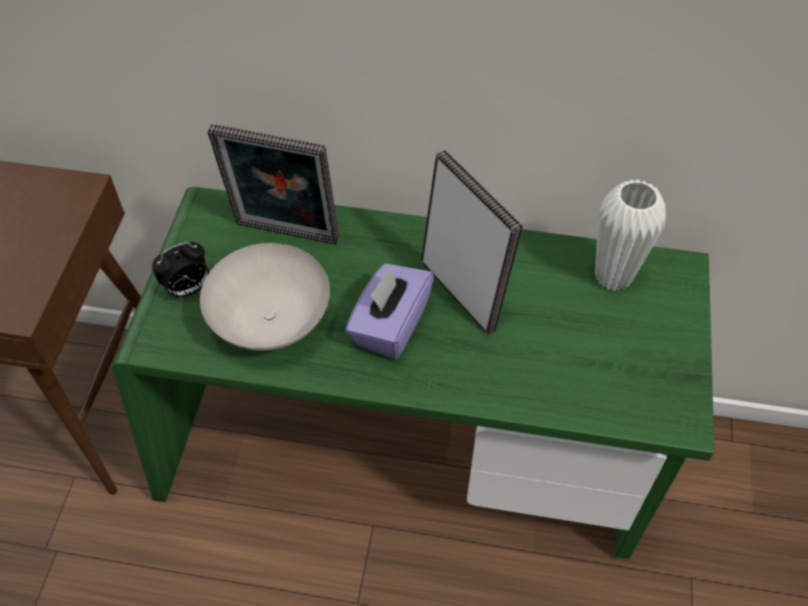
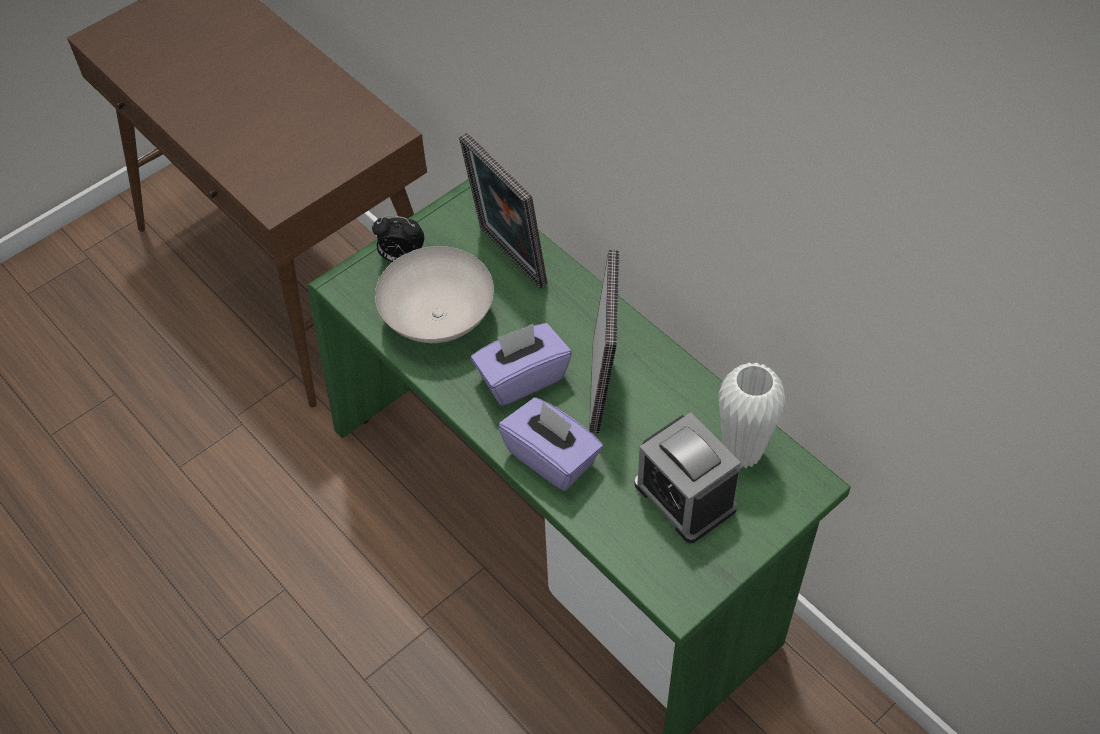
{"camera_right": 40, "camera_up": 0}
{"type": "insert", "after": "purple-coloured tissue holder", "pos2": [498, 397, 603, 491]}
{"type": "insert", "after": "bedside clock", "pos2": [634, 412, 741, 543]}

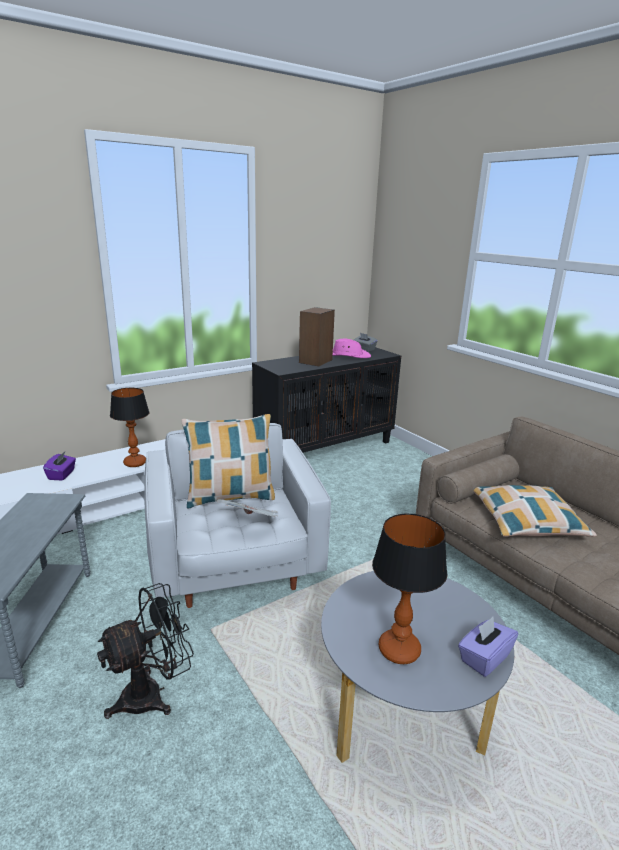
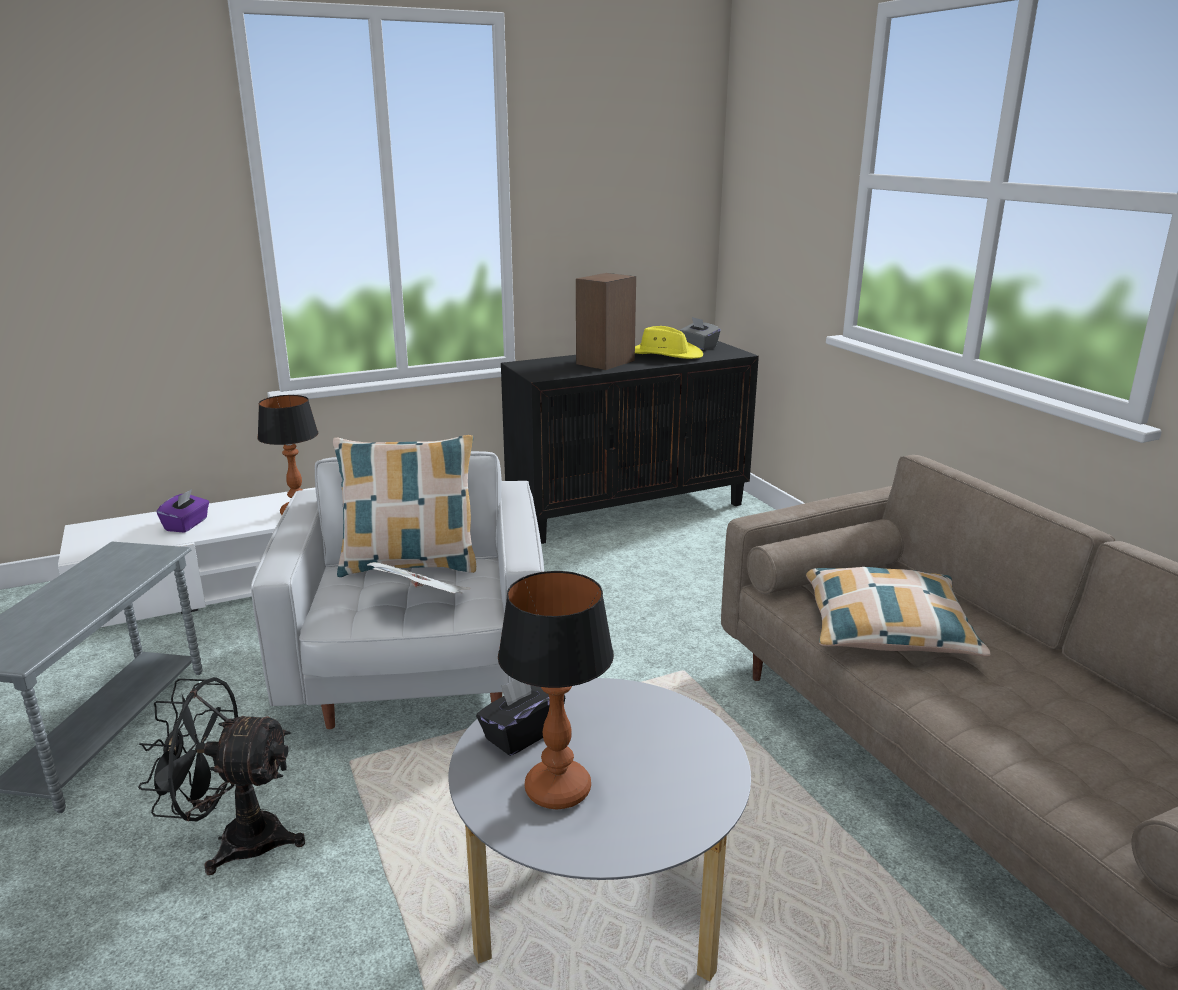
{"camera_right": 10, "camera_up": 0}
{"type": "recolor", "before": "pinkish wearable hat", "after": "yellow wearable hat", "pos1": [333, 339, 371, 358], "pos2": [635, 326, 703, 359]}
{"type": "rotate", "before": "black-coloured electric fan", "pos1": [97, 583, 194, 719], "pos2": [138, 677, 305, 875], "turn": -150}
{"type": "delete", "before": "purple-coloured tissue holder", "pos1": [458, 617, 518, 677]}
{"type": "insert", "after": "black-coloured tissue holder", "pos2": [476, 680, 565, 756]}

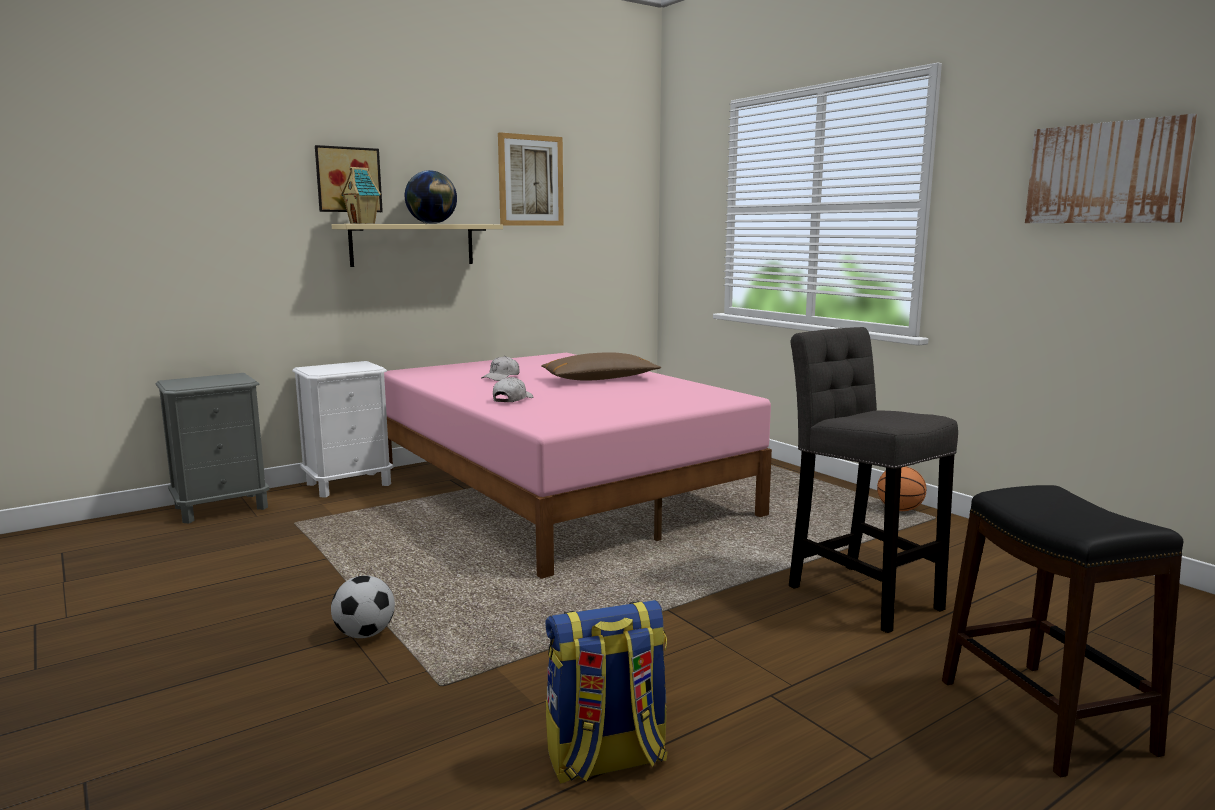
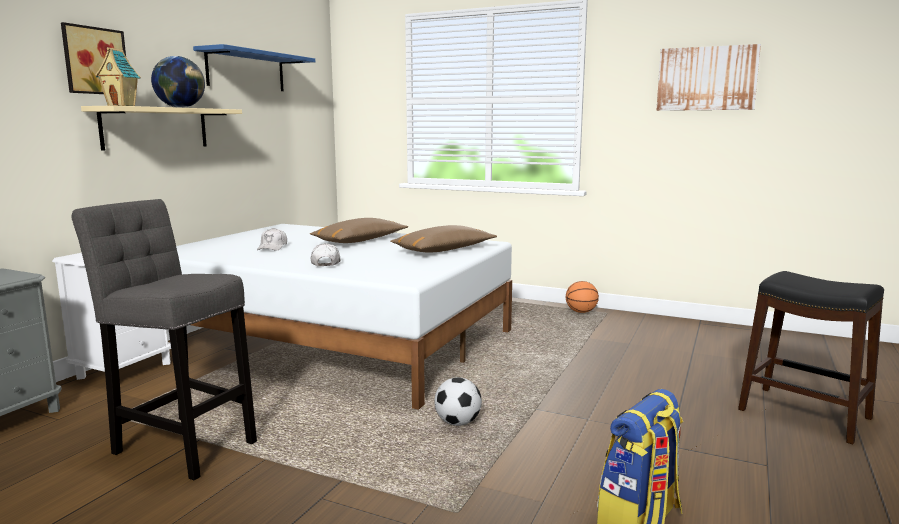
{"camera_right": -30, "camera_up": 0}
{"type": "replace", "before": "wall picture", "after": "blue shelf", "pos1": [498, 132, 564, 226], "pos2": [193, 44, 315, 91]}
{"type": "move", "before": "gray stool", "pos1": [789, 327, 958, 633], "pos2": [71, 199, 257, 480]}
{"type": "recolor", "before": "pinkish sleeping bed", "after": "white sleeping bed", "pos1": [384, 353, 772, 579], "pos2": [176, 224, 512, 410]}
{"type": "move", "before": "ball for football", "pos1": [331, 575, 395, 638], "pos2": [434, 377, 482, 426]}
{"type": "insert", "after": "brown pillow", "pos2": [390, 225, 497, 253]}

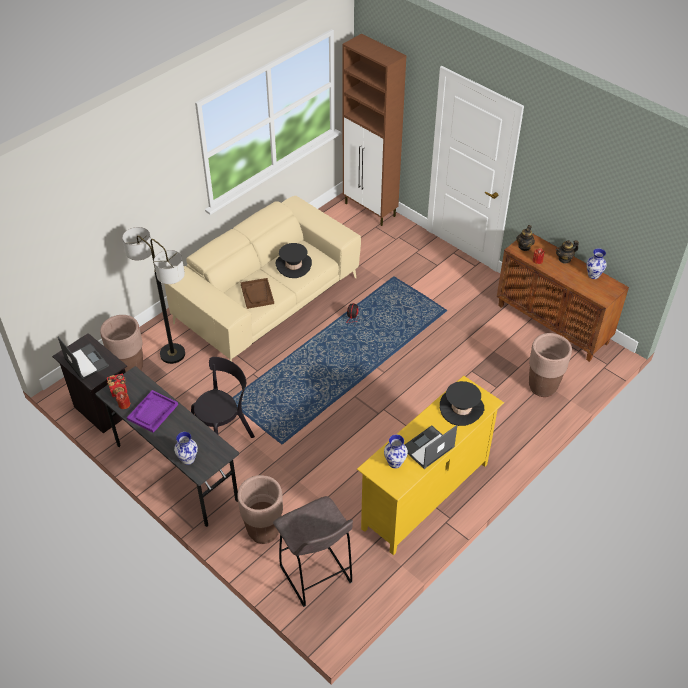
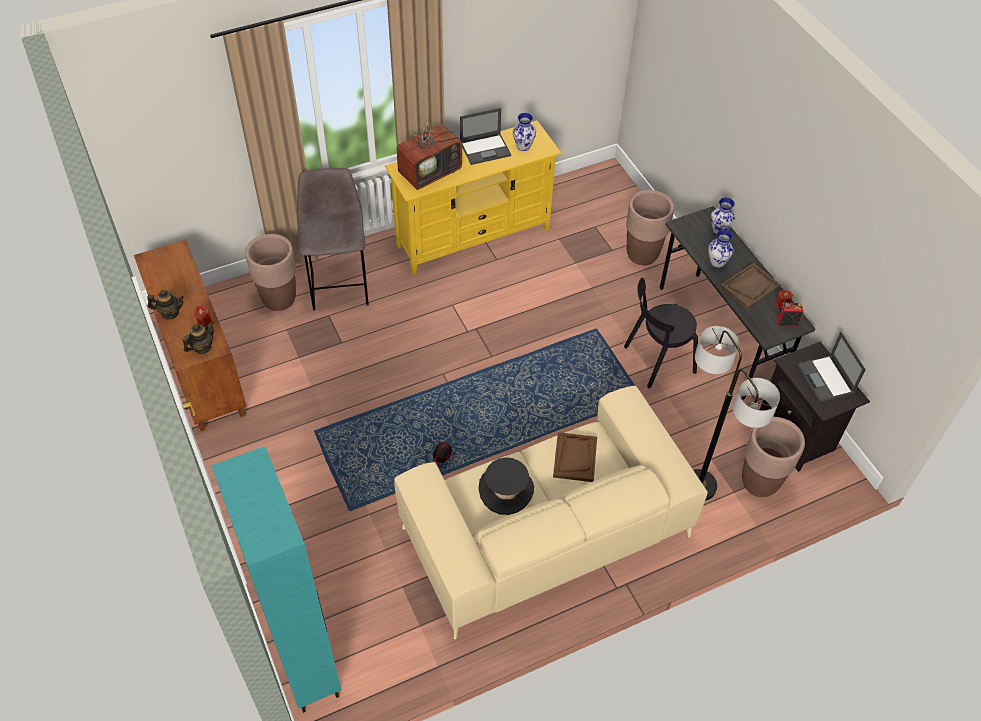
{"camera_right": -160, "camera_up": 5}
{"type": "recolor", "before": "brown cupboard", "after": "turquoise-coloured cupboard", "pos1": [342, 33, 406, 226], "pos2": [211, 446, 342, 713]}
{"type": "move", "before": "vase", "pos1": [587, 248, 607, 279], "pos2": [708, 230, 734, 268]}
{"type": "replace", "before": "black-coloured wearable hat", "after": "television", "pos1": [440, 381, 484, 426], "pos2": [396, 105, 462, 190]}
{"type": "recolor", "before": "purple-coloured serving tray", "after": "brown serving tray", "pos1": [127, 390, 178, 433], "pos2": [721, 263, 781, 310]}
{"type": "move", "before": "gray stool", "pos1": [273, 496, 353, 607], "pos2": [297, 168, 369, 311]}

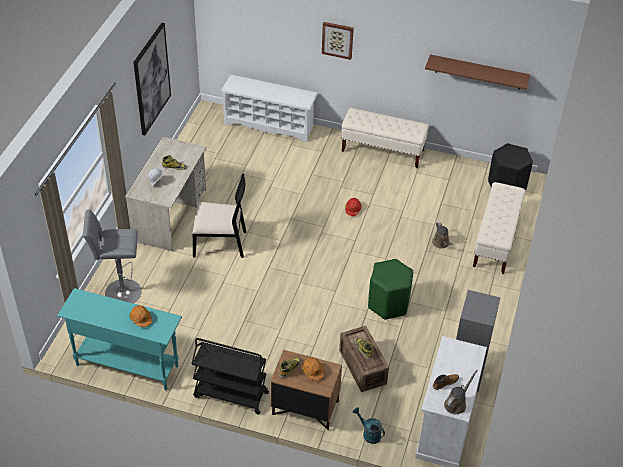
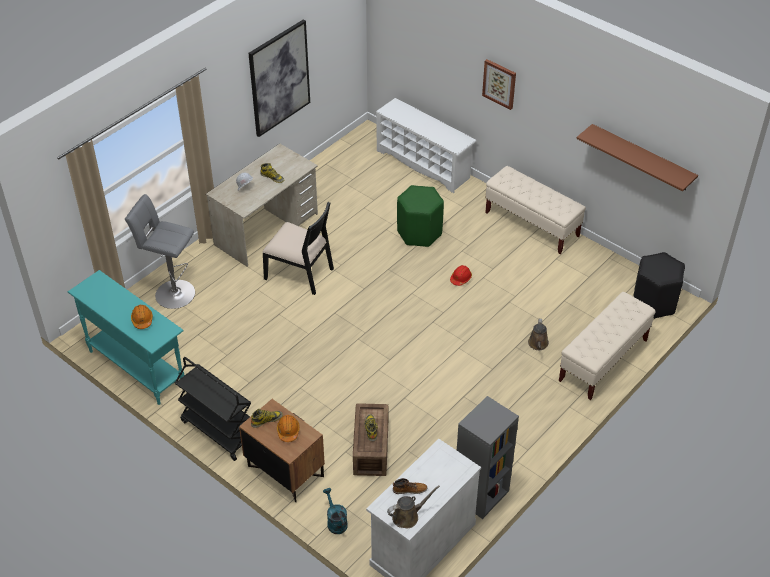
{"camera_right": 25, "camera_up": 0}
{"type": "move", "before": "green stool", "pos1": [368, 259, 413, 320], "pos2": [397, 185, 444, 247]}

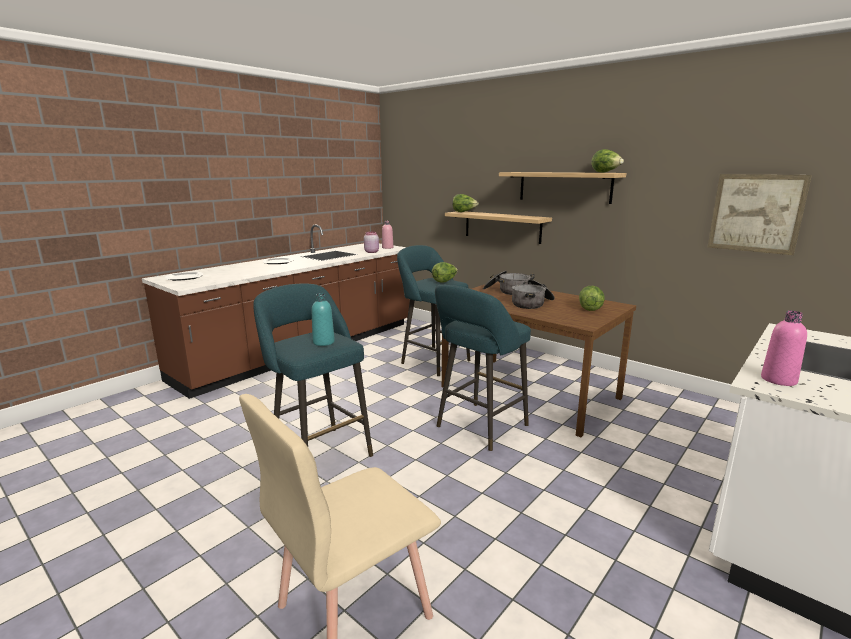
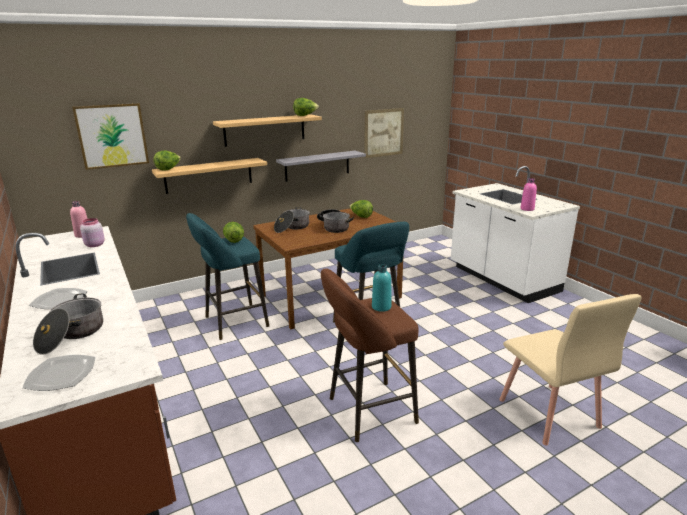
{"camera_right": -70, "camera_up": 5}
{"type": "recolor", "before": "turquoise-coloured stool", "after": "brown stool", "pos1": [253, 284, 373, 457], "pos2": [321, 268, 419, 442]}
{"type": "insert", "after": "wall picture", "pos2": [72, 103, 149, 170]}
{"type": "insert", "after": "gray shelf", "pos2": [276, 151, 366, 182]}
{"type": "insert", "after": "cooking pot", "pos2": [33, 293, 103, 355]}

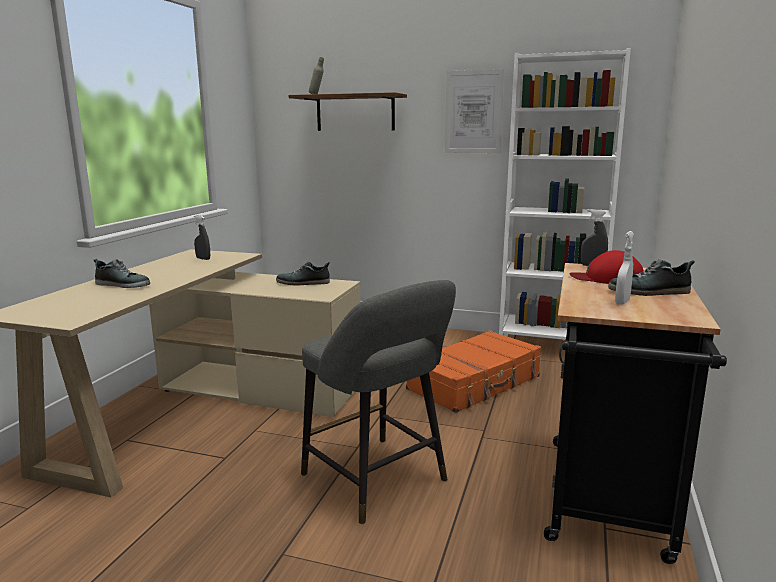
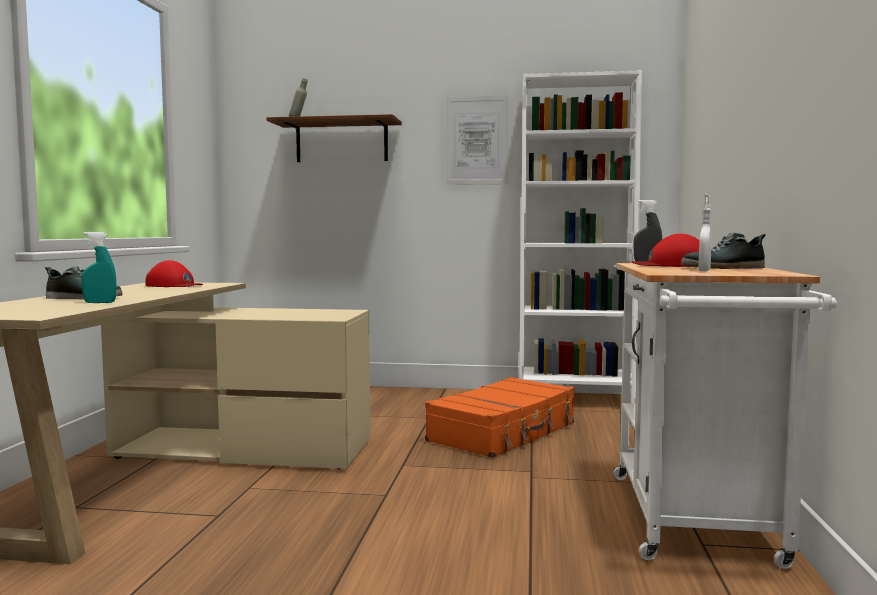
{"camera_right": -10, "camera_up": -10}
{"type": "replace", "before": "gray spray bottle", "after": "reddish peaked cap", "pos1": [194, 215, 210, 260], "pos2": [146, 260, 203, 287]}
{"type": "delete", "before": "shoe", "pos1": [276, 261, 330, 286]}
{"type": "recolor", "before": "black-coloured cart", "after": "white cart", "pos1": [544, 263, 727, 564], "pos2": [614, 263, 837, 569]}
{"type": "delete", "before": "gray stool", "pos1": [301, 280, 456, 524]}
{"type": "insert", "after": "turquoise-coloured spray bottle", "pos2": [81, 232, 116, 303]}

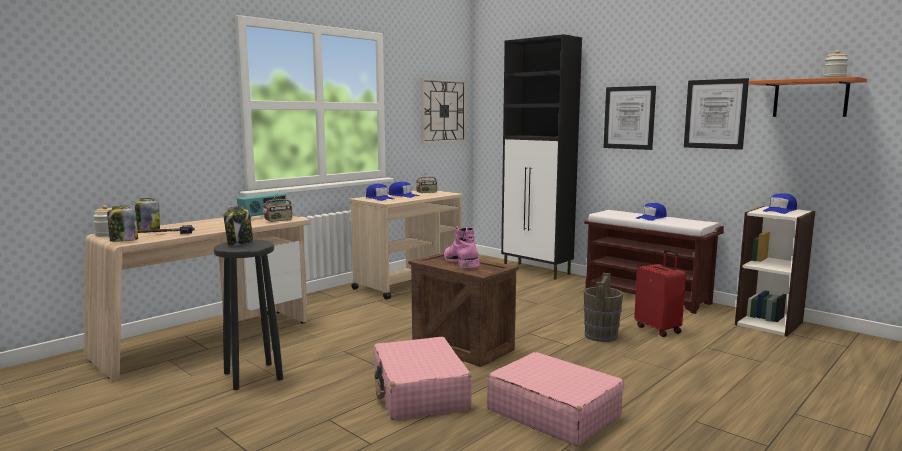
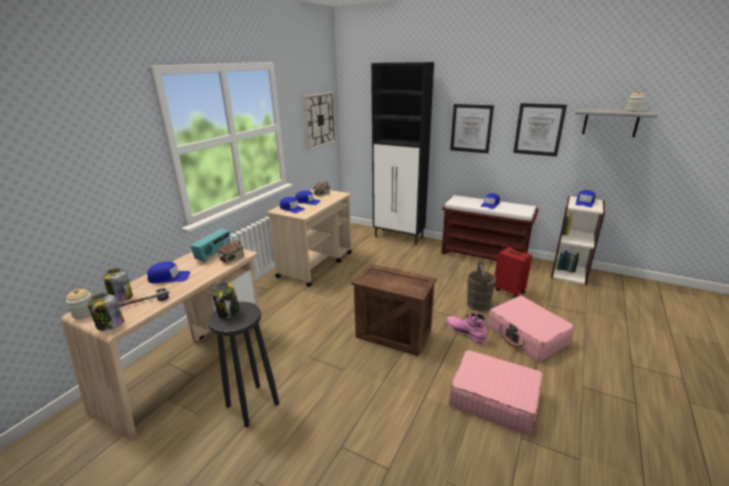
{"camera_right": -15, "camera_up": 15}
{"type": "recolor", "before": "orange shelf", "after": "gray shelf", "pos1": [749, 77, 867, 117], "pos2": [575, 108, 657, 137]}
{"type": "move", "before": "pinkish tall boot", "pos1": [444, 226, 480, 268], "pos2": [446, 313, 487, 344]}
{"type": "move", "before": "pinkish piece of luggage", "pos1": [374, 337, 472, 420], "pos2": [488, 296, 575, 362]}
{"type": "insert", "after": "blue peaked cap", "pos2": [147, 261, 190, 283]}

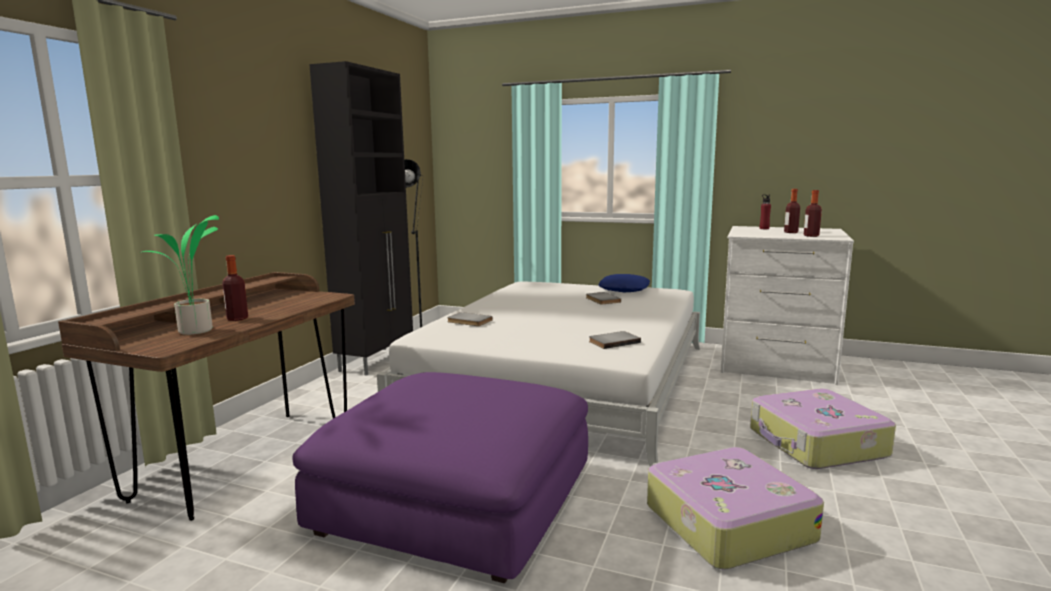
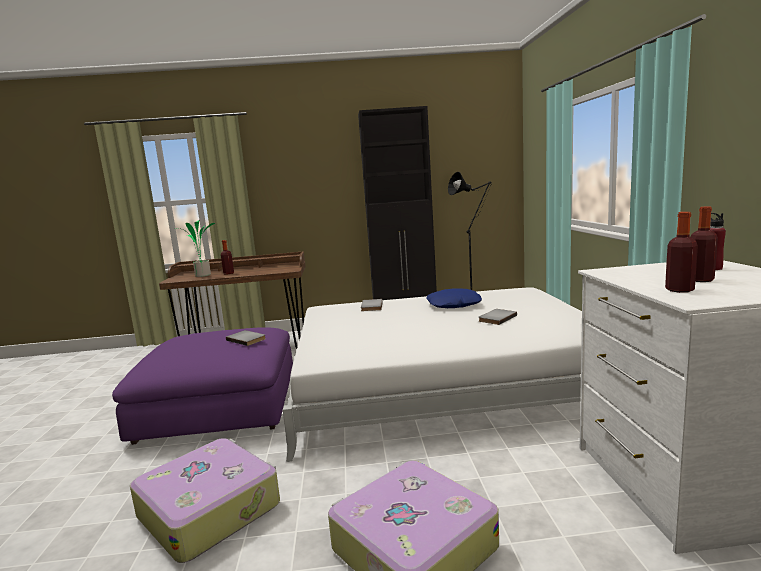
{"camera_right": 65, "camera_up": 0}
{"type": "move", "before": "blue pillow", "pos1": [598, 274, 650, 292], "pos2": [426, 288, 482, 308]}
{"type": "move", "before": "gray bound book", "pos1": [589, 331, 641, 349], "pos2": [226, 330, 266, 346]}

